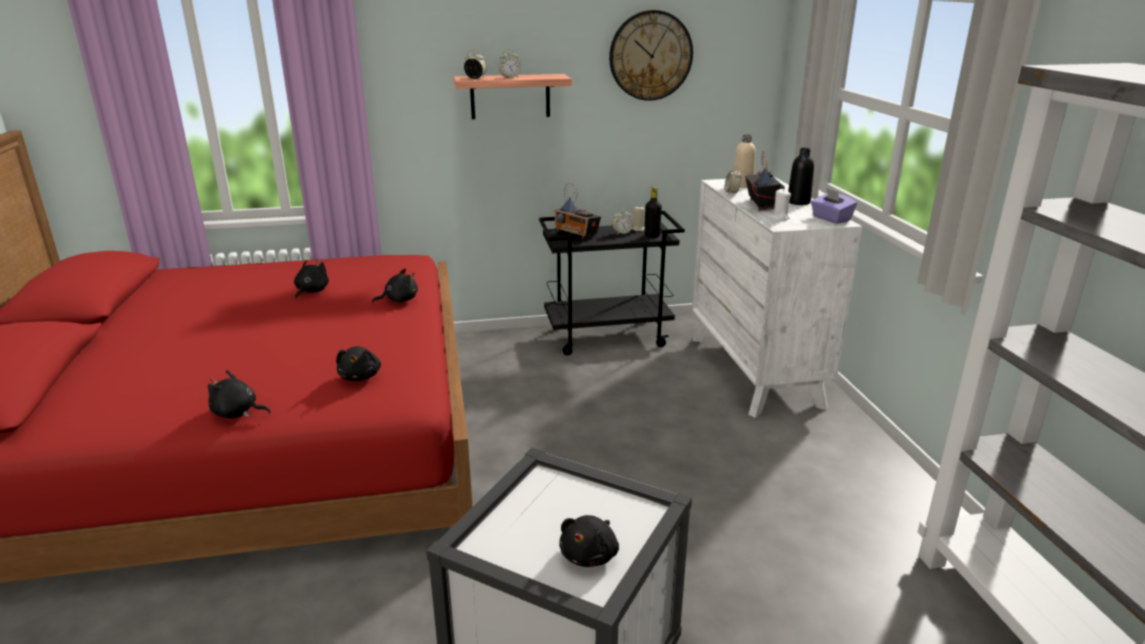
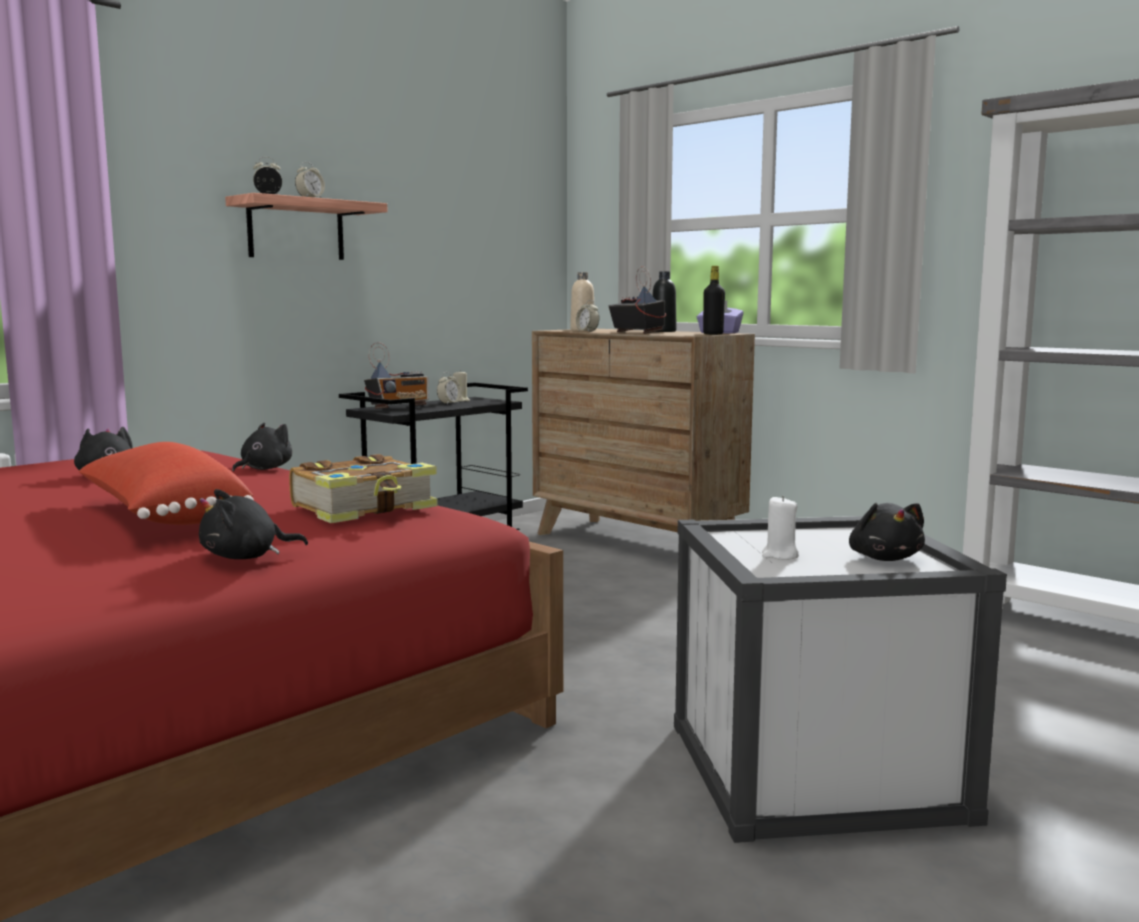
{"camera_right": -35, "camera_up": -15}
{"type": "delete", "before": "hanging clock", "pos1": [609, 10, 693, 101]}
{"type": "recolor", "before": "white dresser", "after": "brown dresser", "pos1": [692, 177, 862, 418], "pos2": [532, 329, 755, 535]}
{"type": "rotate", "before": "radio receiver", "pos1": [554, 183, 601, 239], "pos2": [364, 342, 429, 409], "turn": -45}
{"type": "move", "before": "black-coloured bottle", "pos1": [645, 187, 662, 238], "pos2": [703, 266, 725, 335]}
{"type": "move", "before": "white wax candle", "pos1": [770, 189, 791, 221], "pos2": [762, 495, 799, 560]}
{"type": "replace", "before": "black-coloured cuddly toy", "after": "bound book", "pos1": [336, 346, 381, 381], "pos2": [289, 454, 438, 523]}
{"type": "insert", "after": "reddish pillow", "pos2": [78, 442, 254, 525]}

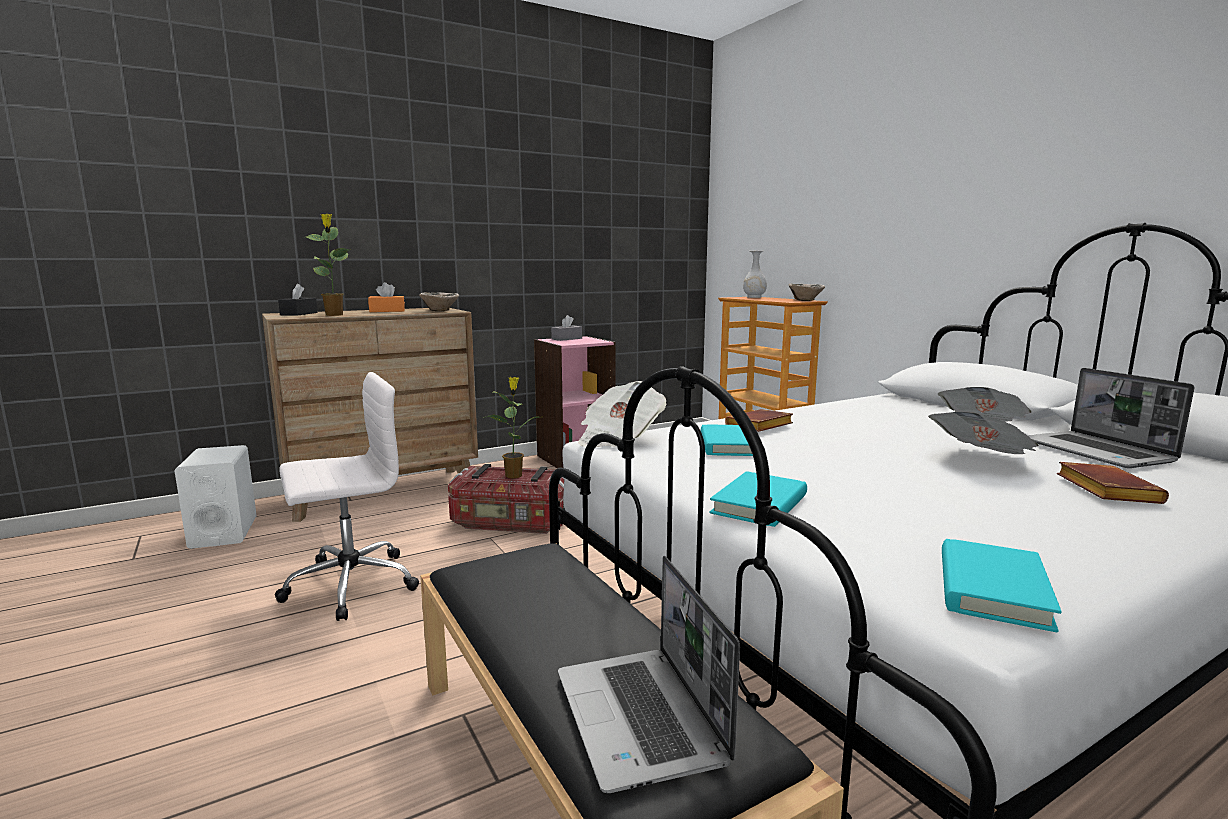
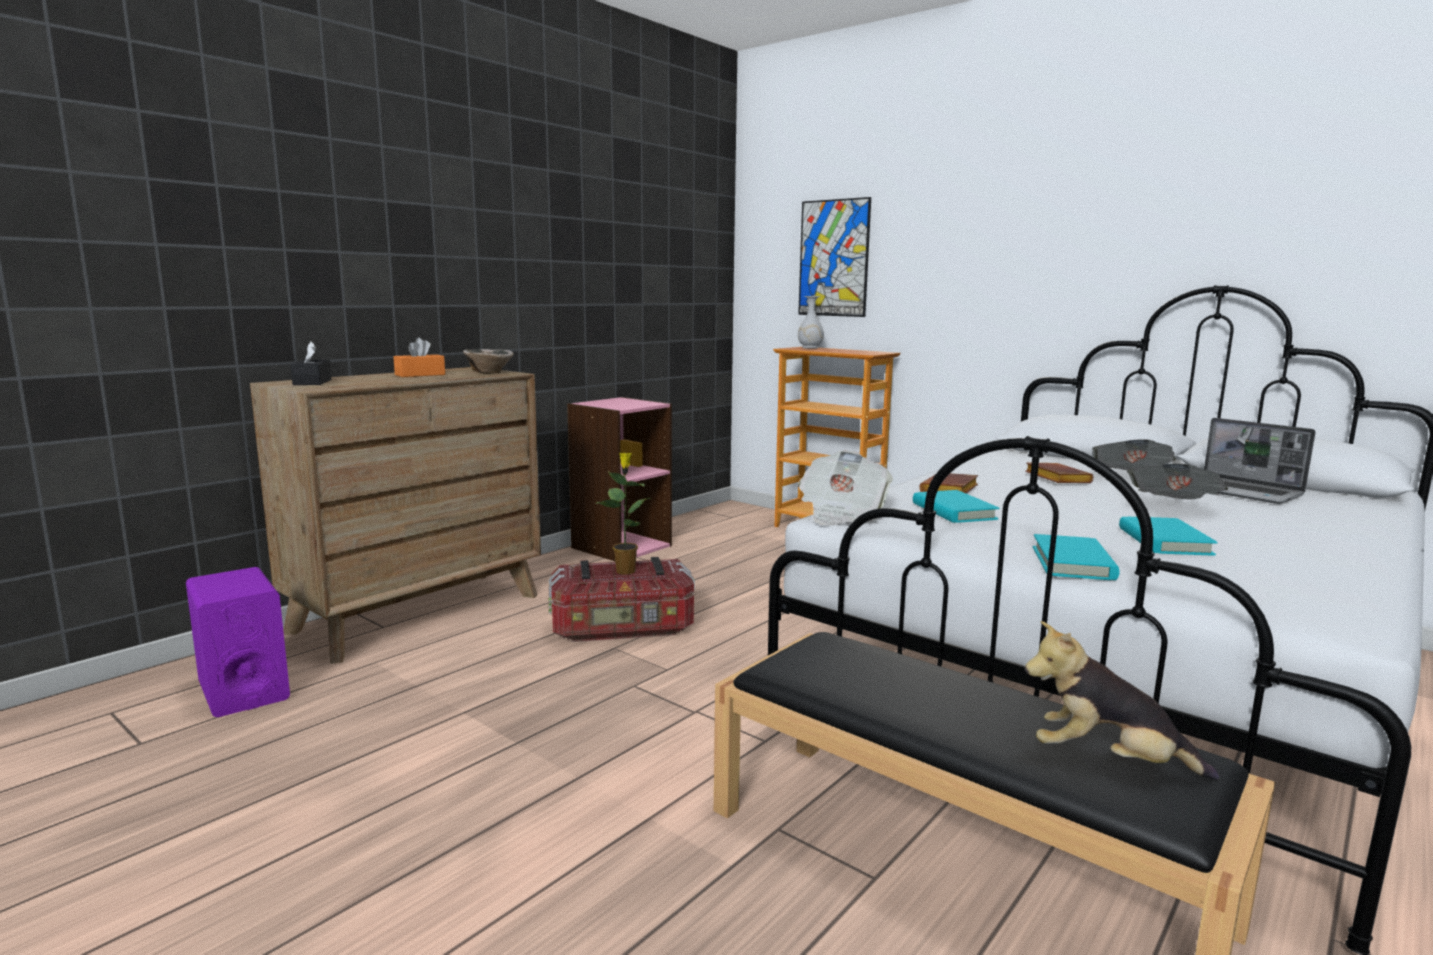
{"camera_right": -20, "camera_up": 0}
{"type": "delete", "before": "potted plant", "pos1": [304, 214, 350, 316]}
{"type": "delete", "before": "bowl", "pos1": [789, 284, 825, 301]}
{"type": "delete", "before": "gray tissue holder", "pos1": [551, 315, 582, 341]}
{"type": "delete", "before": "white desk chair", "pos1": [275, 372, 419, 621]}
{"type": "recolor", "before": "white speaker", "after": "purple-coloured speaker", "pos1": [175, 445, 257, 549], "pos2": [186, 567, 290, 717]}
{"type": "move", "before": "brown bound book", "pos1": [1057, 462, 1169, 504], "pos2": [1025, 463, 1094, 483]}
{"type": "move", "before": "turquoise-coloured bound book", "pos1": [942, 539, 1062, 632], "pos2": [1119, 517, 1218, 556]}
{"type": "replace", "before": "portable computer", "after": "cuddly toy", "pos1": [558, 556, 740, 793], "pos2": [1025, 621, 1219, 781]}
{"type": "insert", "after": "wall picture", "pos2": [798, 197, 871, 317]}

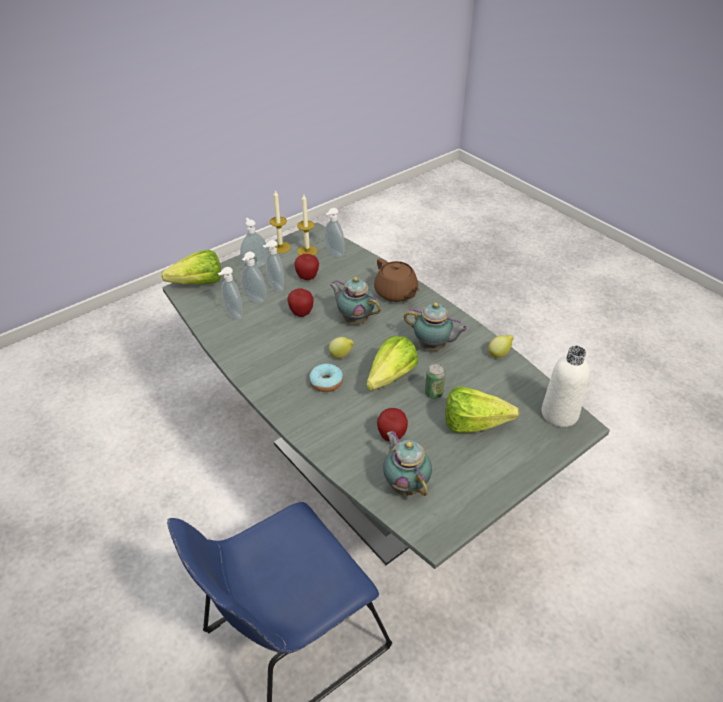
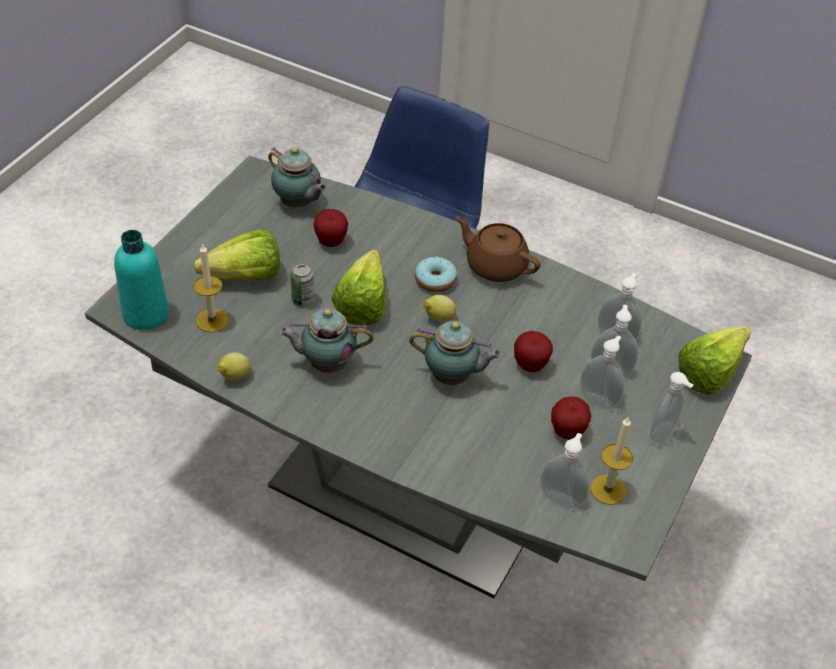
{"camera_right": 155, "camera_up": 5}
{"type": "move", "before": "wax candle", "pos1": [269, 190, 291, 254], "pos2": [194, 243, 229, 333]}
{"type": "move", "before": "brown tea pot", "pos1": [374, 258, 419, 302], "pos2": [455, 216, 541, 282]}
{"type": "recolor", "before": "white bottle", "after": "turquoise-coloured bottle", "pos1": [541, 346, 590, 427], "pos2": [114, 230, 169, 330]}

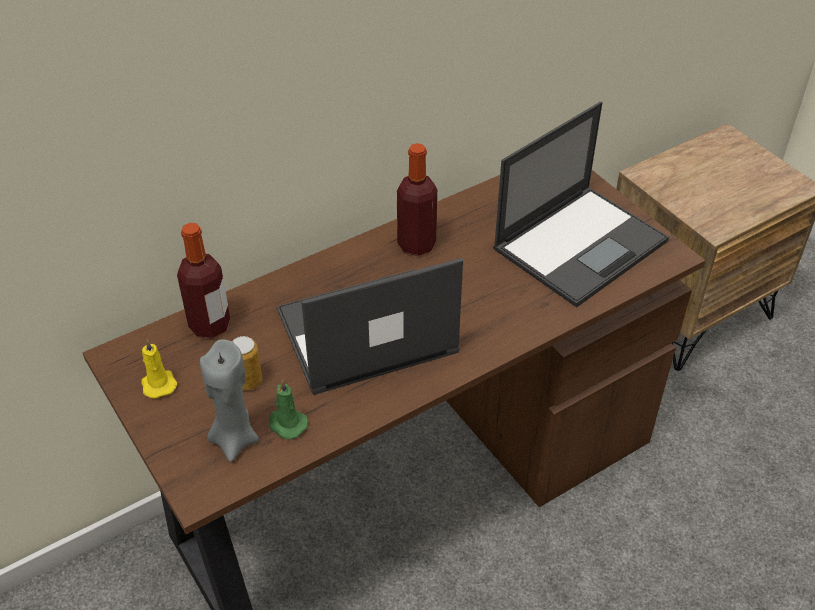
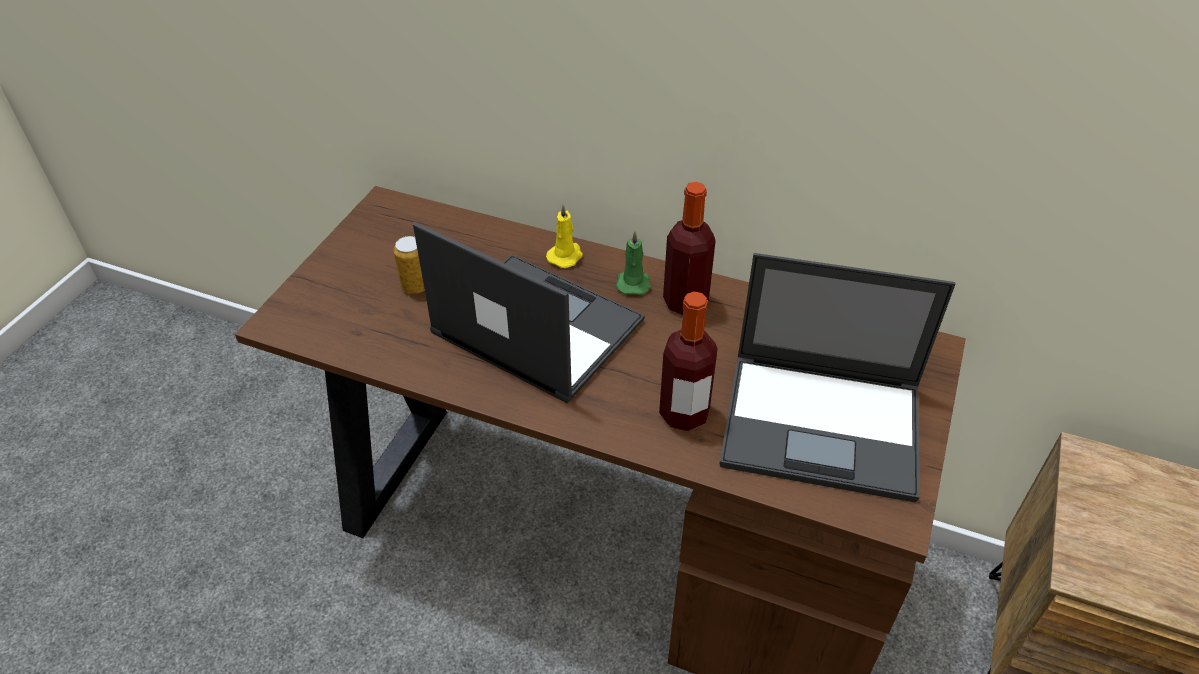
{"camera_right": 55, "camera_up": 0}
{"type": "move", "before": "bottle", "pos1": [177, 223, 230, 338], "pos2": [659, 292, 718, 431]}
{"type": "move", "before": "yellow wax candle", "pos1": [141, 339, 177, 399], "pos2": [546, 204, 583, 268]}
{"type": "delete", "before": "gray wax candle", "pos1": [200, 339, 259, 462]}
{"type": "move", "before": "green wax candle", "pos1": [269, 379, 308, 439], "pos2": [616, 231, 651, 295]}

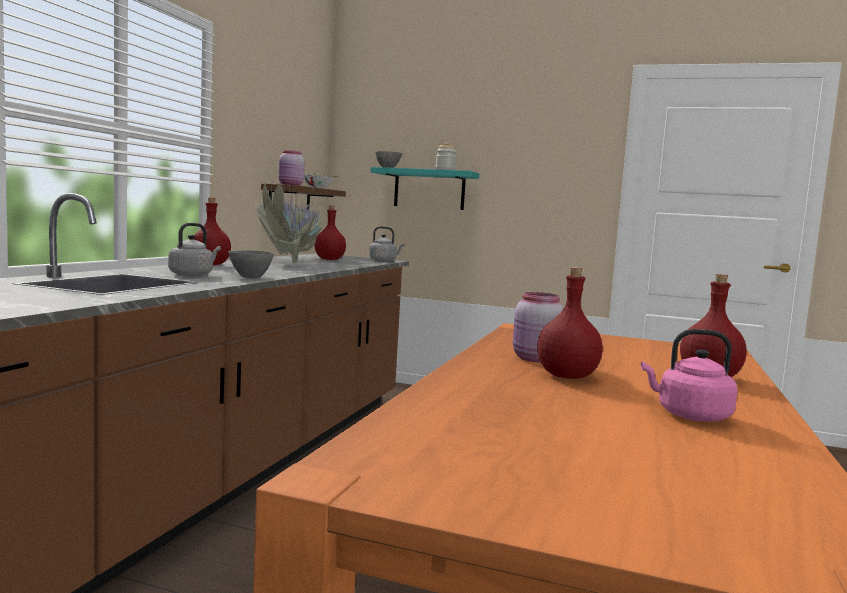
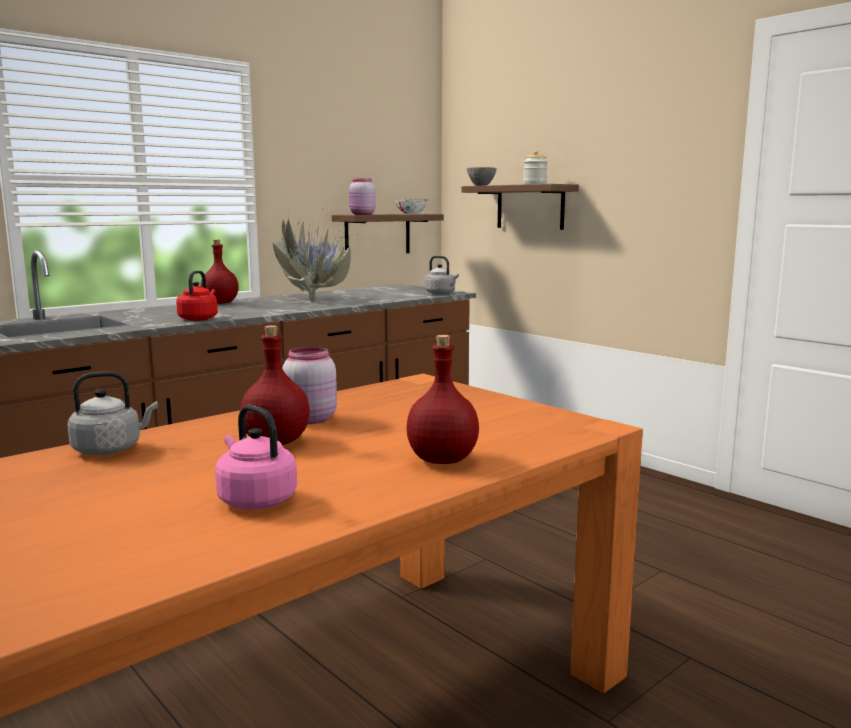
{"camera_right": 30, "camera_up": 5}
{"type": "recolor", "before": "turquoise-coloured shelf", "after": "brown shelf", "pos1": [371, 167, 479, 210], "pos2": [461, 184, 579, 230]}
{"type": "delete", "before": "reddish bottle", "pos1": [314, 206, 346, 260]}
{"type": "move", "before": "gray kettle", "pos1": [168, 223, 221, 276], "pos2": [67, 371, 158, 455]}
{"type": "replace", "before": "gray bowl", "after": "reddish kettle", "pos1": [229, 250, 274, 278], "pos2": [176, 270, 218, 321]}

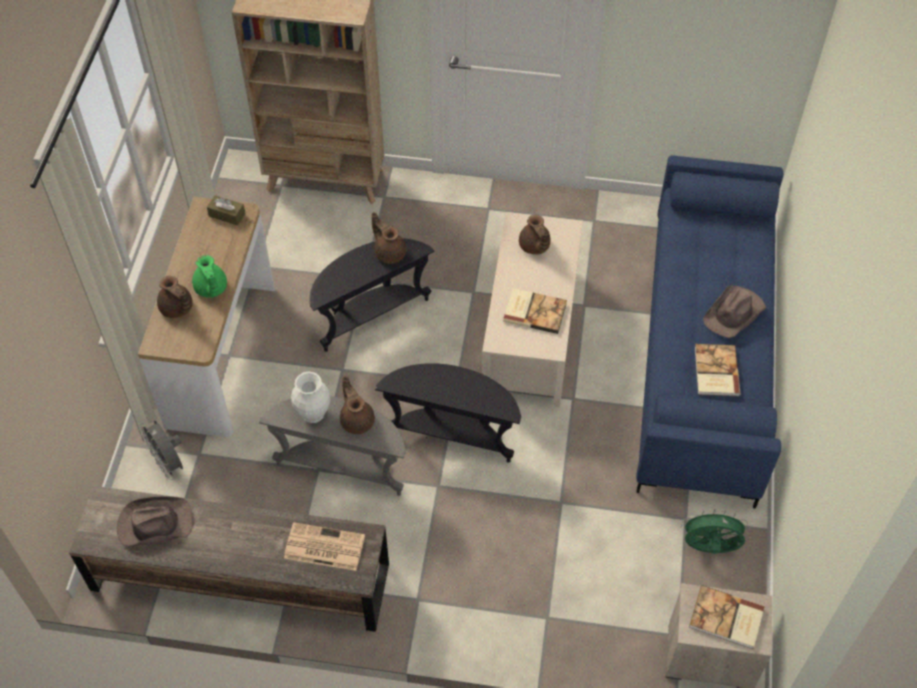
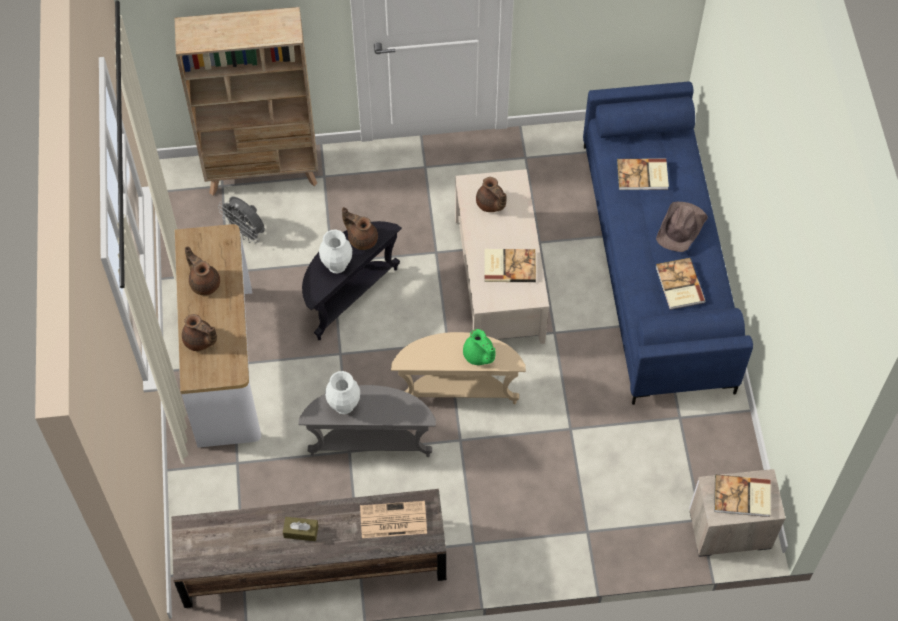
{"camera_right": -15, "camera_up": 5}
{"type": "move", "before": "brown tissue holder", "pos1": [207, 195, 245, 225], "pos2": [283, 517, 318, 541]}
{"type": "move", "before": "green tea pot", "pos1": [192, 255, 227, 298], "pos2": [463, 329, 495, 365]}
{"type": "recolor", "before": "black-coloured side table", "after": "beige side table", "pos1": [375, 363, 521, 463], "pos2": [391, 332, 526, 404]}
{"type": "move", "before": "brown tea pot", "pos1": [340, 376, 375, 434], "pos2": [185, 246, 220, 295]}
{"type": "move", "before": "gray electric fan", "pos1": [139, 420, 183, 480], "pos2": [218, 197, 265, 243]}
{"type": "delete", "before": "brown wearable hat", "pos1": [117, 496, 193, 547]}
{"type": "delete", "before": "green electric fan", "pos1": [681, 509, 749, 554]}
{"type": "insert", "after": "bound book", "pos2": [617, 159, 669, 190]}
{"type": "insert", "after": "white vase", "pos2": [319, 229, 352, 274]}

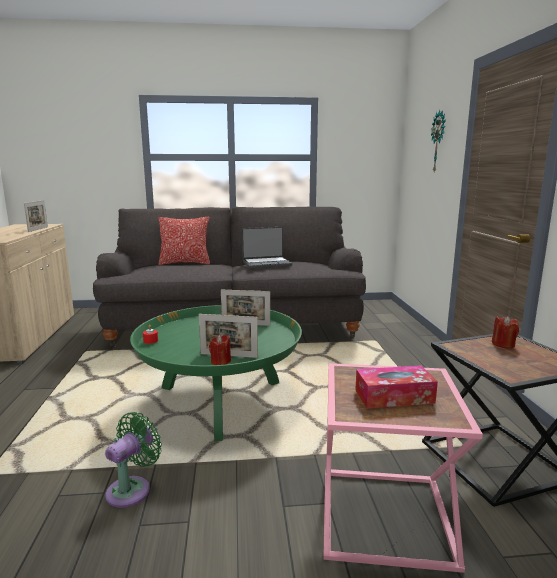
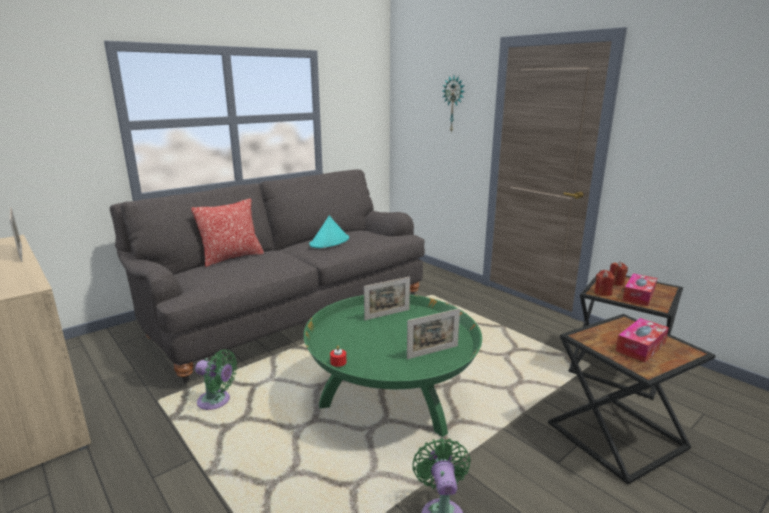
{"camera_right": -35, "camera_up": 5}
{"type": "replace", "before": "portable computer", "after": "turquoise-coloured wearable hat", "pos1": [242, 227, 292, 268], "pos2": [309, 216, 349, 248]}
{"type": "move", "before": "reddish wax candle", "pos1": [209, 335, 231, 365], "pos2": [594, 270, 614, 296]}
{"type": "recolor", "before": "pinkish side table", "after": "black-coloured side table", "pos1": [323, 363, 483, 573], "pos2": [548, 314, 716, 484]}
{"type": "insert", "after": "tissue holder", "pos2": [622, 273, 657, 306]}
{"type": "insert", "after": "green electric fan", "pos2": [195, 349, 237, 410]}

